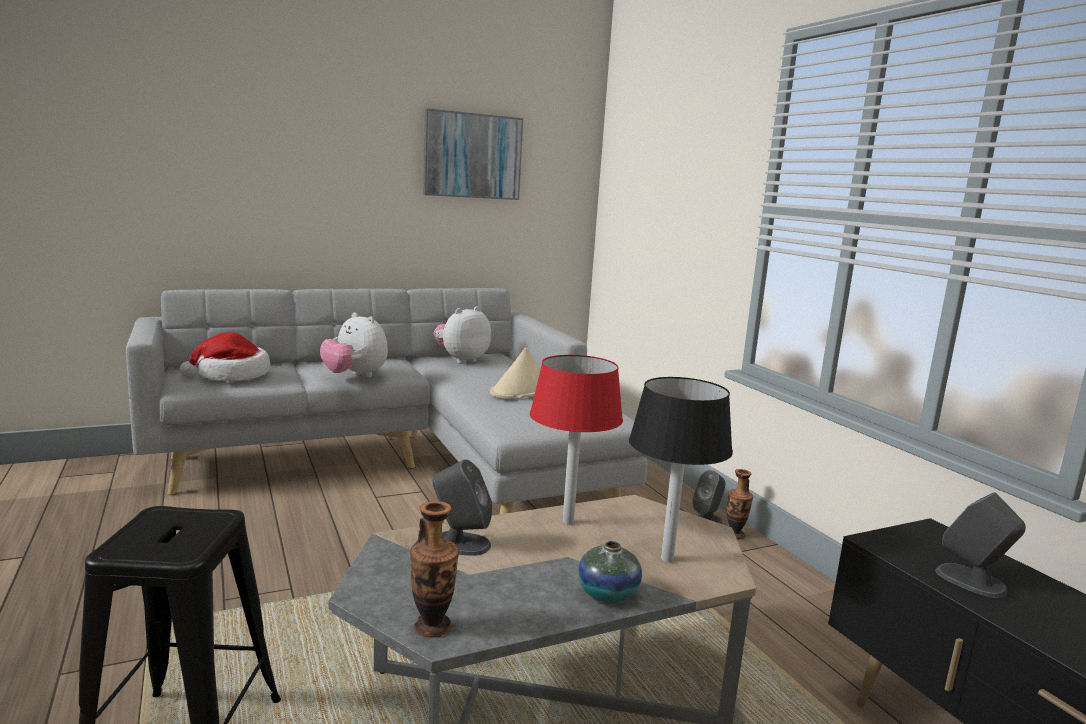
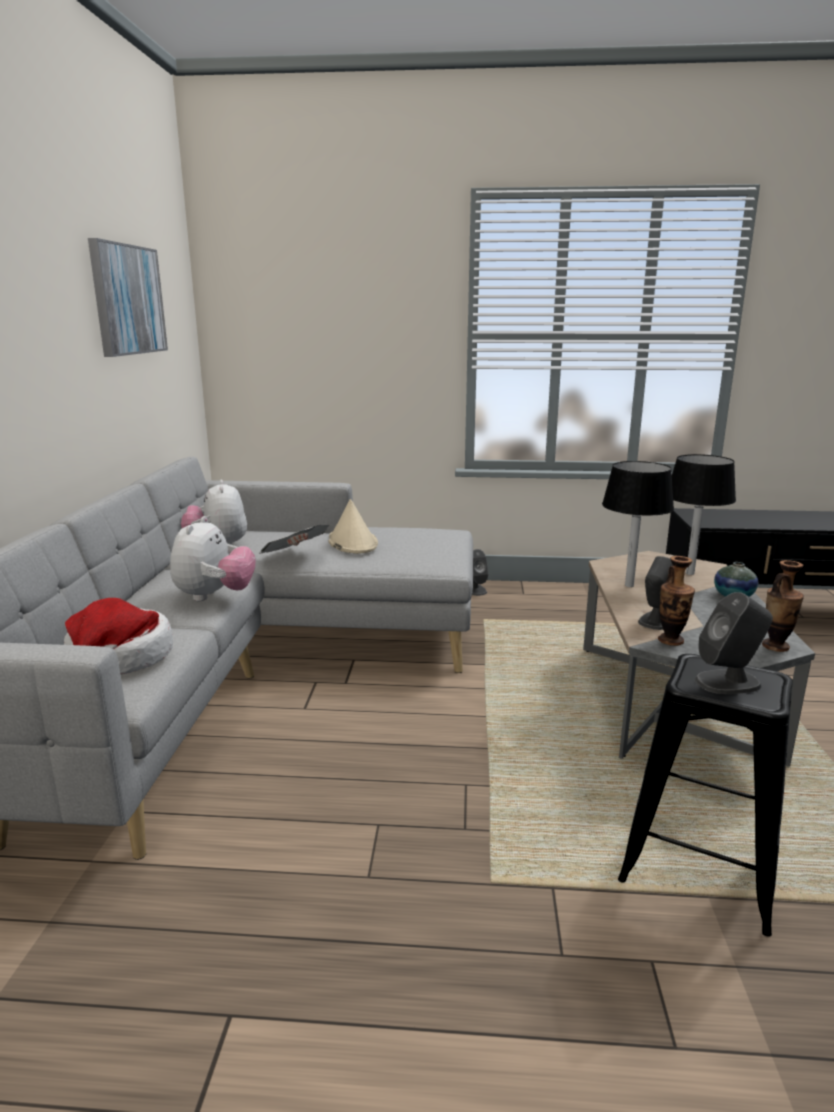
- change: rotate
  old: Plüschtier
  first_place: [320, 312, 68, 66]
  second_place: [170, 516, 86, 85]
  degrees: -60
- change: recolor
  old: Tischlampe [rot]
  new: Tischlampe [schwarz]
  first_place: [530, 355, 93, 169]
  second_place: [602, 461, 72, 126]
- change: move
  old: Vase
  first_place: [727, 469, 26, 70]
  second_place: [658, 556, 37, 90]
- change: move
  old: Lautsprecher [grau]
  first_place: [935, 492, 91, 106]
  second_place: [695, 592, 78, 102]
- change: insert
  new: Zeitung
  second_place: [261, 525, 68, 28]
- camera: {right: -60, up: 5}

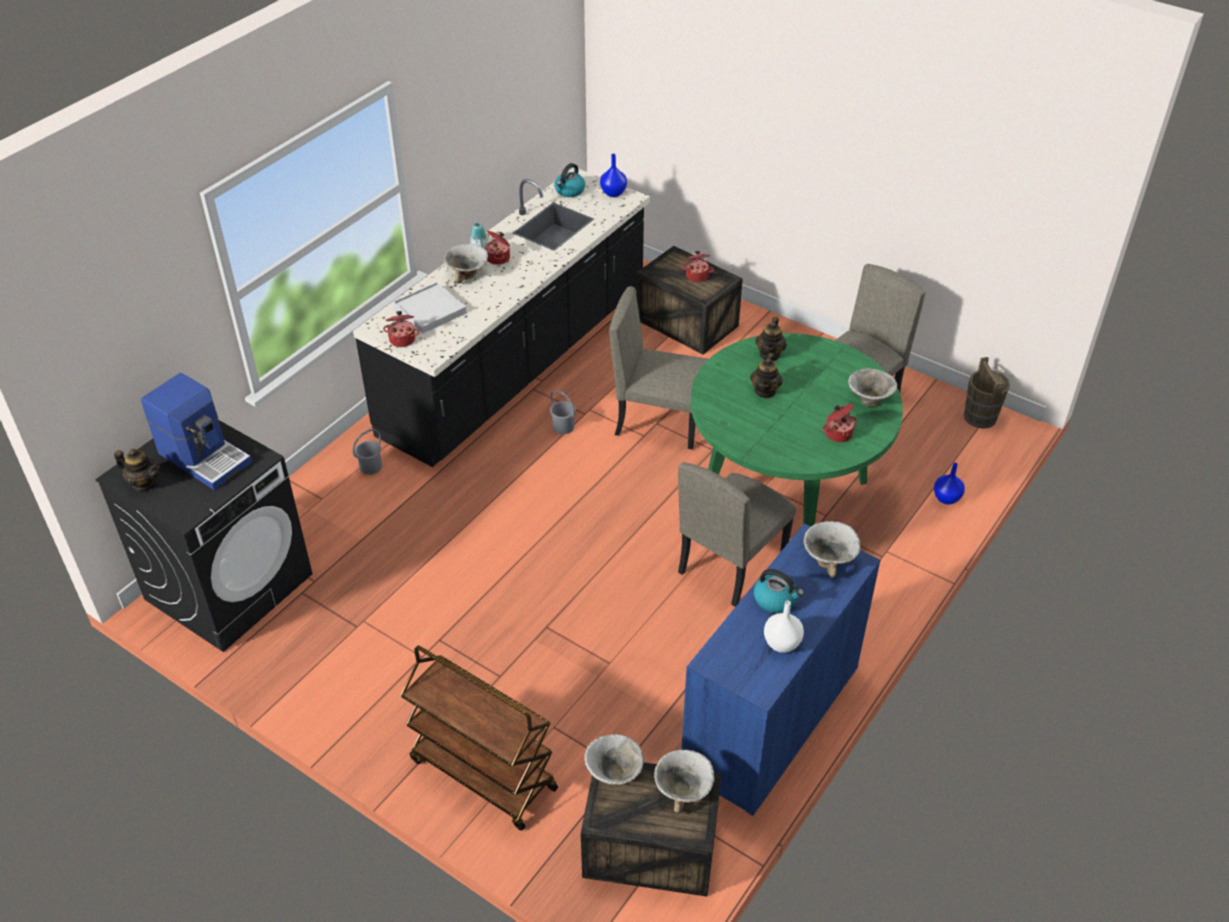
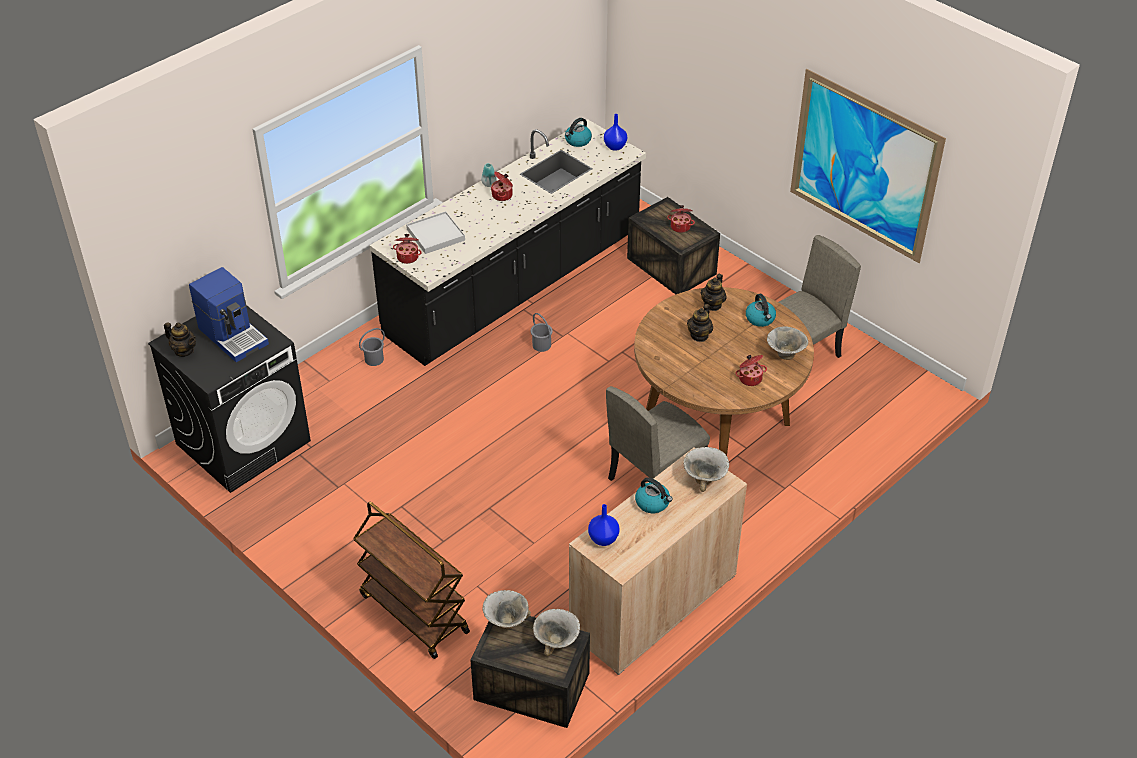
- change: delete
  old: Schüssel
  first_place: [444, 244, 44, 39]
- change: delete
  old: Stuhl [beige]
  first_place: [609, 286, 99, 163]
- change: recolor
  old: Schrank [blau]
  new: Schrank [beige]
  first_place: [682, 523, 199, 293]
  second_place: [569, 447, 178, 228]
- change: recolor
  old: Esstisch [grün]
  new: Esstisch [braun]
  first_place: [691, 333, 212, 193]
  second_place: [634, 287, 180, 169]
- change: delete
  old: Vase [weiß]
  first_place: [764, 601, 40, 52]
- change: move
  old: Vase [blau]
  first_place: [934, 463, 31, 41]
  second_place: [588, 504, 32, 42]
- change: delete
  old: Eimer [braun]
  first_place: [963, 357, 47, 72]
- change: insert
  new: Wasserkessel
  second_place: [746, 294, 30, 33]
- change: insert
  new: Bild
  second_place: [790, 69, 156, 194]
- camera: {right: 10, up: 0}

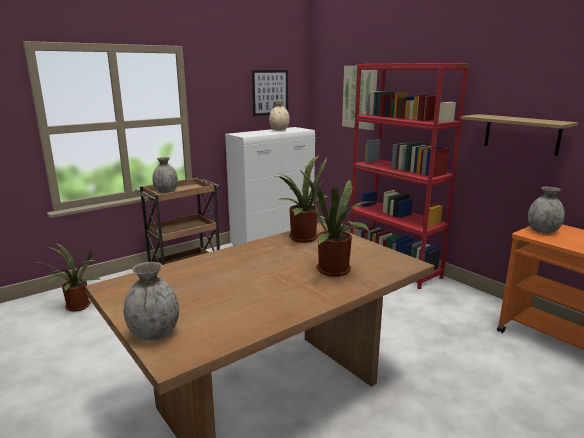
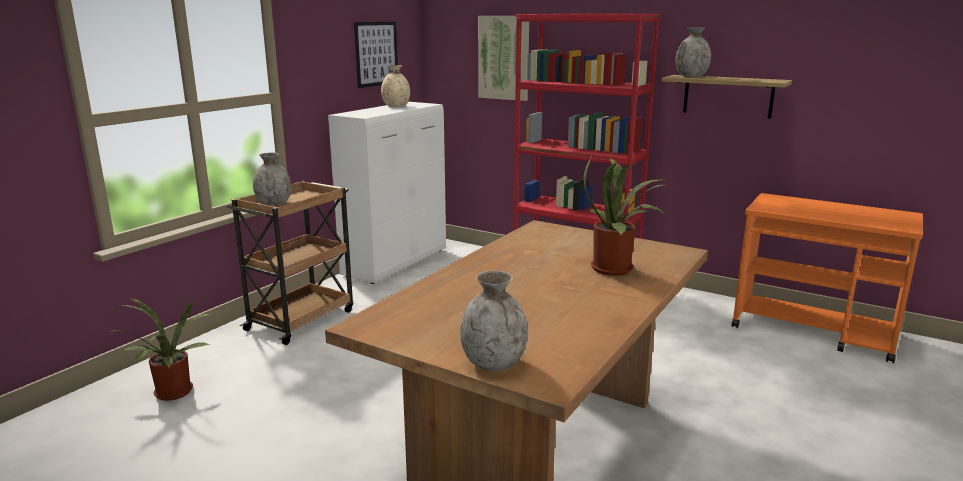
- change: delete
  old: Topfpflanze
  first_place: [273, 155, 56, 88]
- change: move
  old: Vase [grau]
  first_place: [528, 187, 37, 47]
  second_place: [675, 27, 36, 50]
- camera: {right: -20, up: 0}

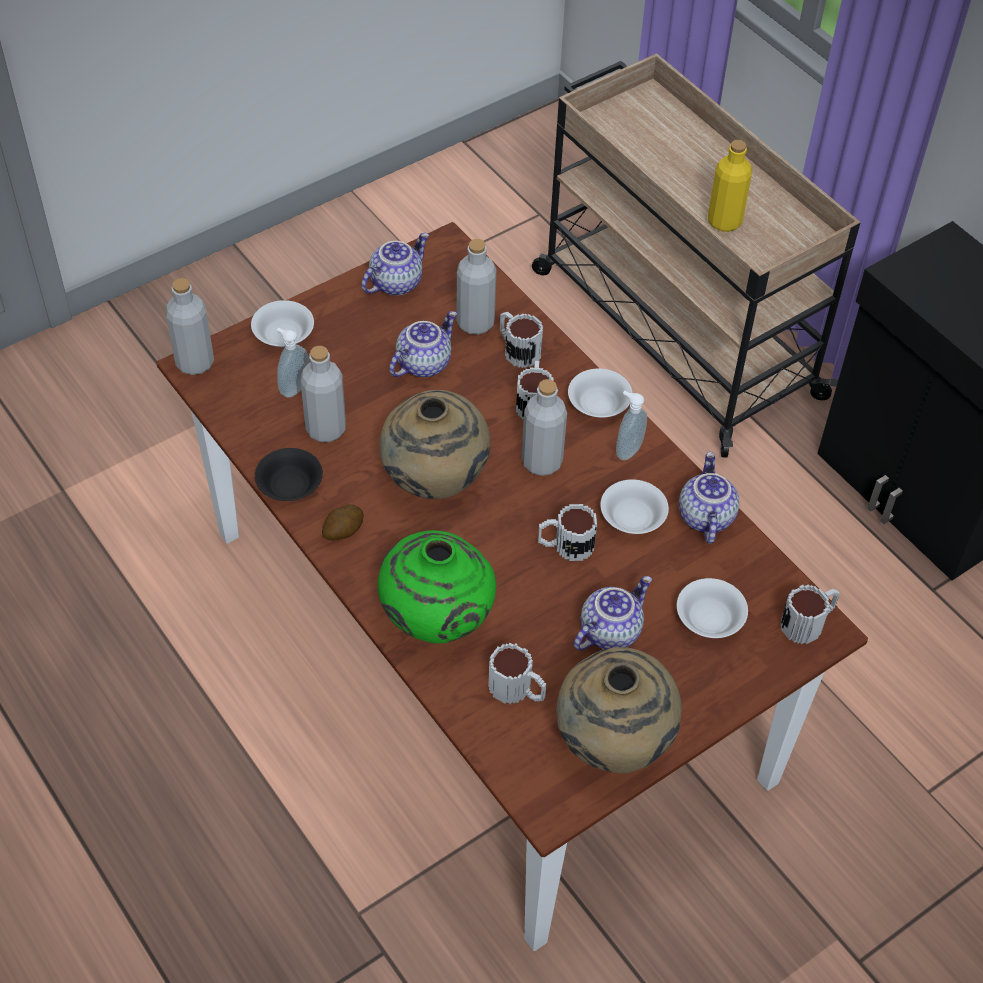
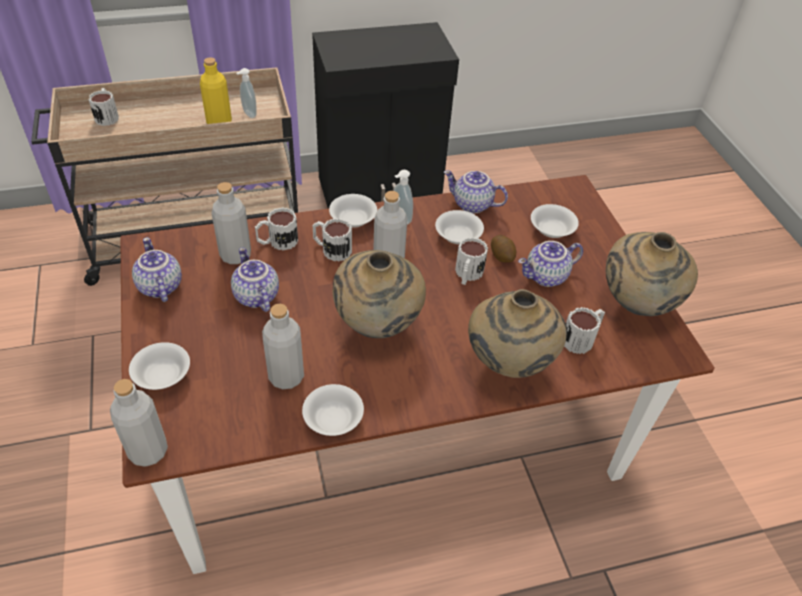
- change: recolor
  old: Schüssel [schwarz]
  new: Schüssel [weiß]
  first_place: [255, 448, 68, 53]
  second_place: [302, 384, 62, 52]
- change: move
  old: Seifenspender
  first_place: [277, 328, 32, 70]
  second_place: [236, 68, 20, 50]
- change: move
  old: Kartoffel
  first_place: [322, 504, 42, 36]
  second_place: [491, 235, 26, 28]
- change: recolor
  old: Vase [grün]
  new: Vase [beige]
  first_place: [378, 530, 118, 113]
  second_place: [468, 289, 99, 89]
- change: rotate
  old: Teekanne
  first_place: [574, 576, 78, 75]
  second_place: [518, 241, 65, 46]
  degrees: -90
- change: move
  old: Henkelbecher
  first_place: [780, 584, 60, 60]
  second_place: [88, 88, 31, 38]
- camera: {right: -70, up: -5}

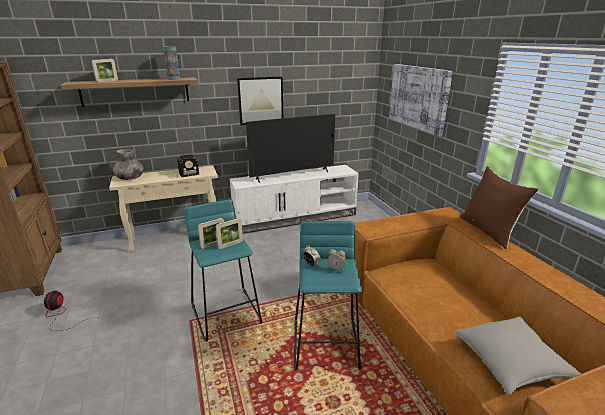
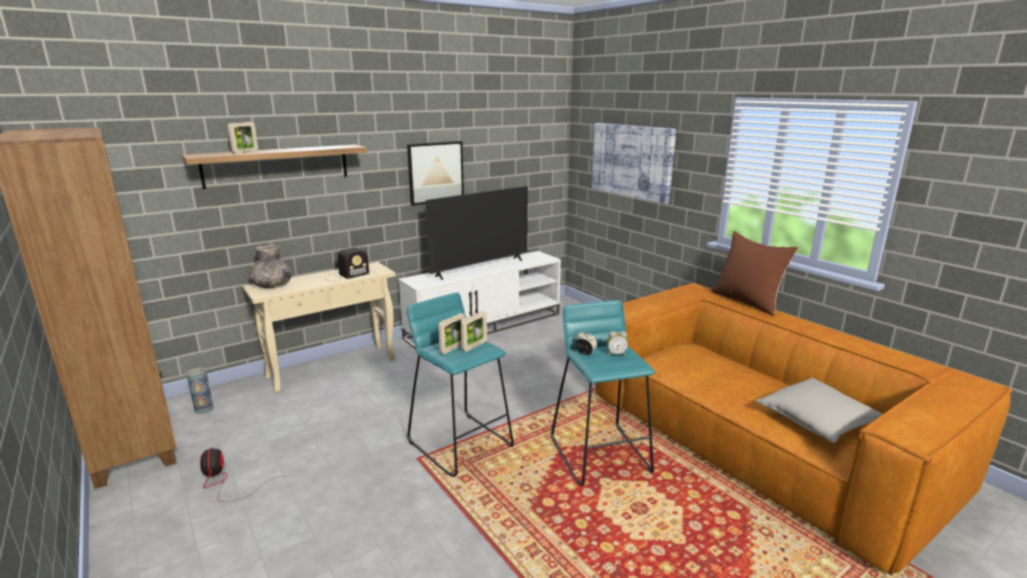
- change: move
  old: Vase
  first_place: [163, 47, 17, 33]
  second_place: [186, 368, 28, 46]
- camera: {right: -15, up: -5}

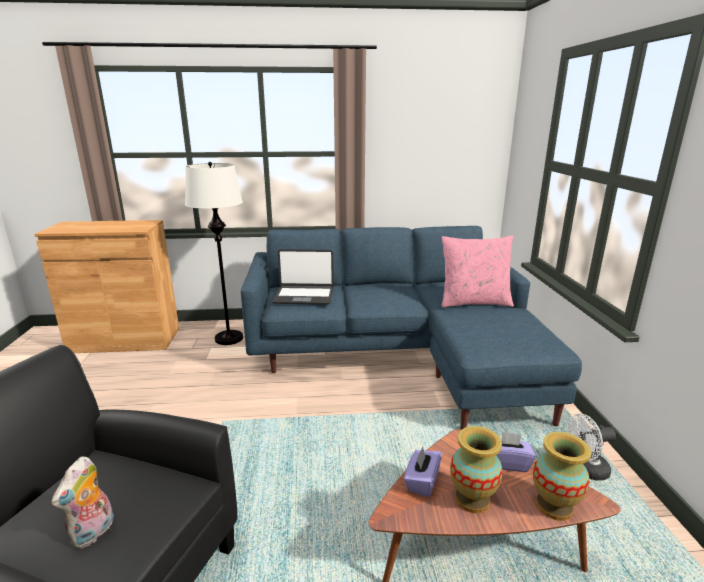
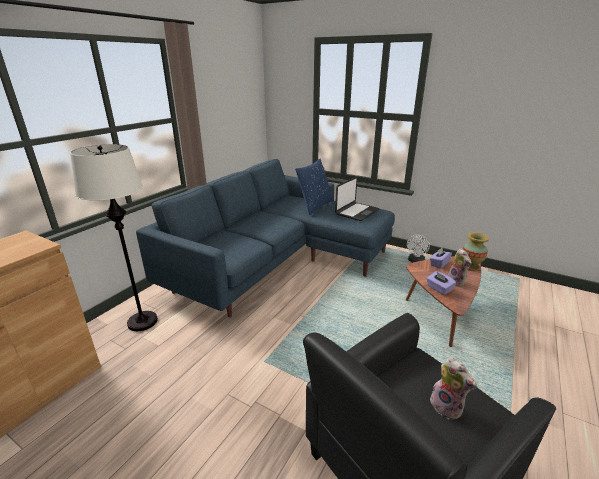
- change: move
  old: Laptop
  first_place: [272, 249, 62, 56]
  second_place: [335, 177, 45, 44]
- change: recolor
  old: Kissen [rosa]
  new: Kissen [blau]
  first_place: [441, 235, 73, 72]
  second_place: [295, 159, 38, 56]
- change: replace
  old: Vase
  new: Plüschtier
  first_place: [450, 426, 53, 87]
  second_place: [448, 248, 24, 39]
- camera: {right: -55, up: 5}

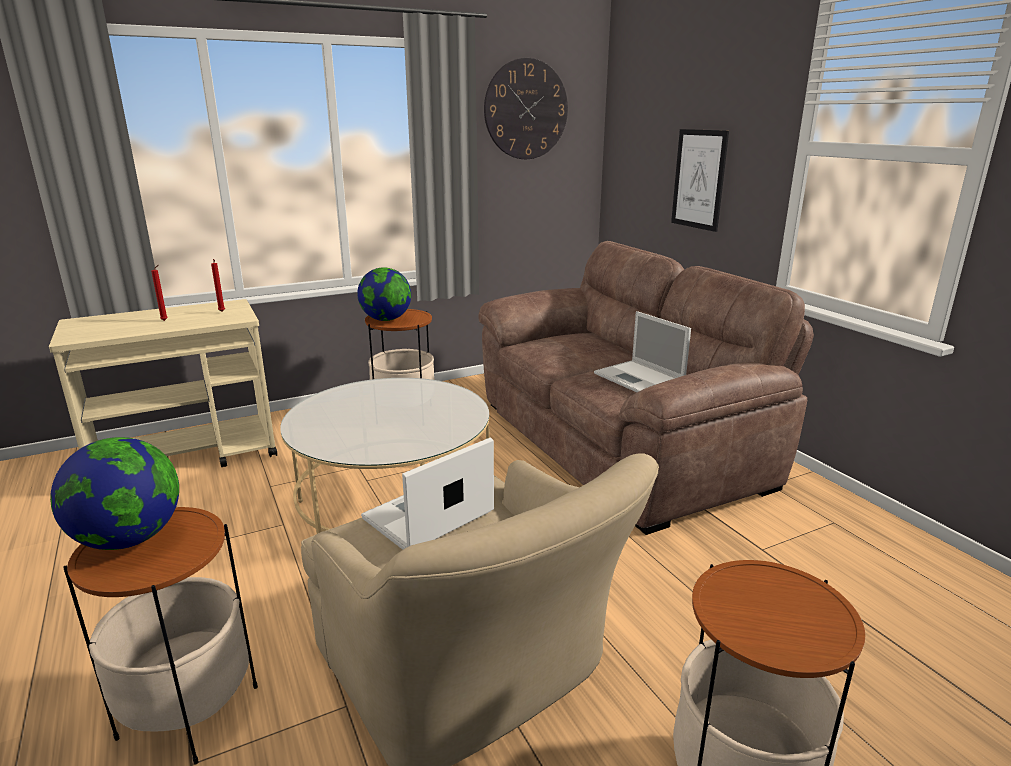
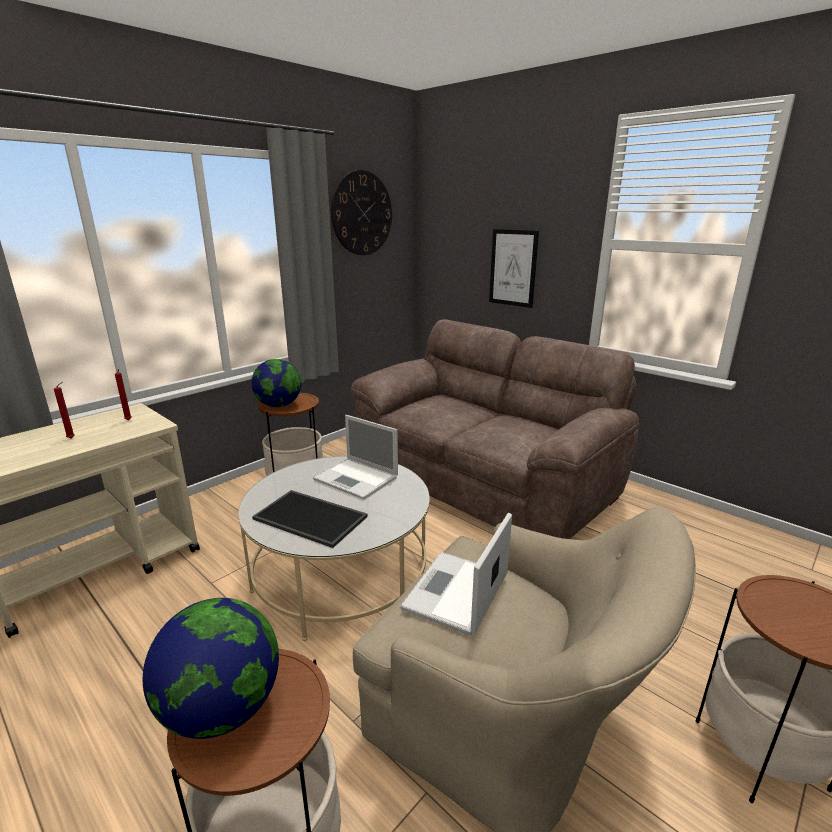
- change: move
  old: Laptop
  first_place: [594, 311, 97, 81]
  second_place: [313, 415, 85, 84]
- change: insert
  new: Tablett
  second_place: [252, 490, 116, 58]
- camera: {right: -20, up: 0}

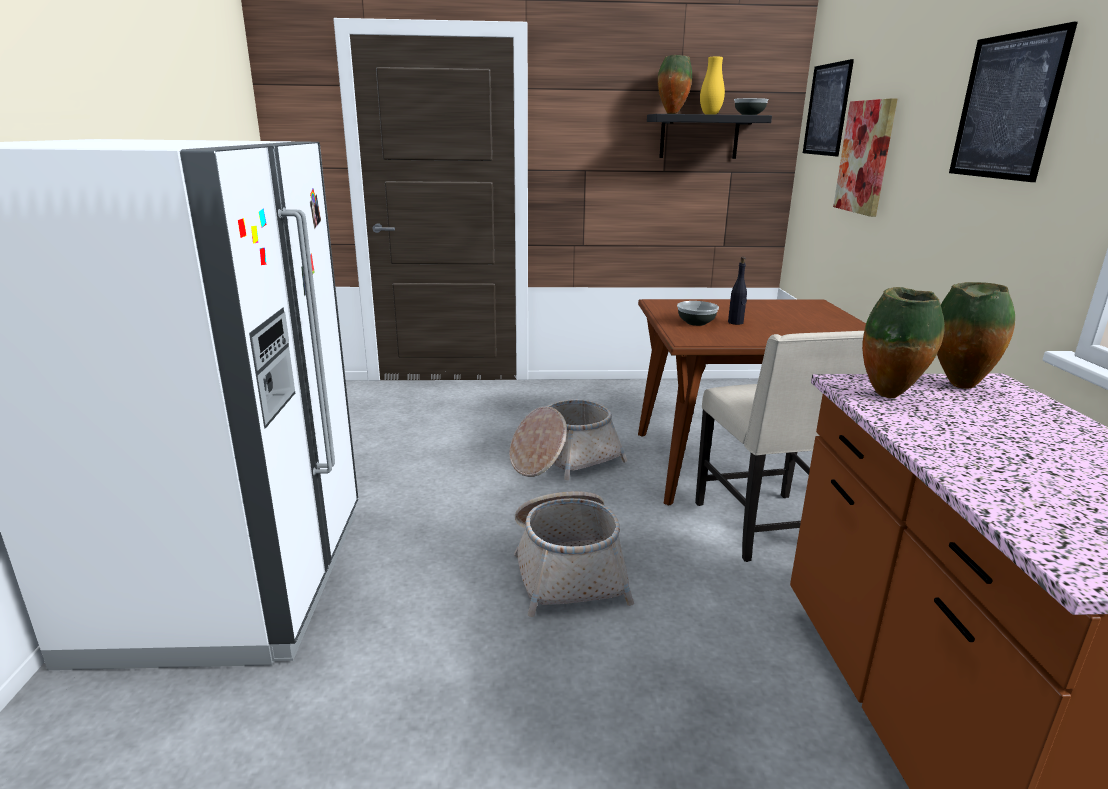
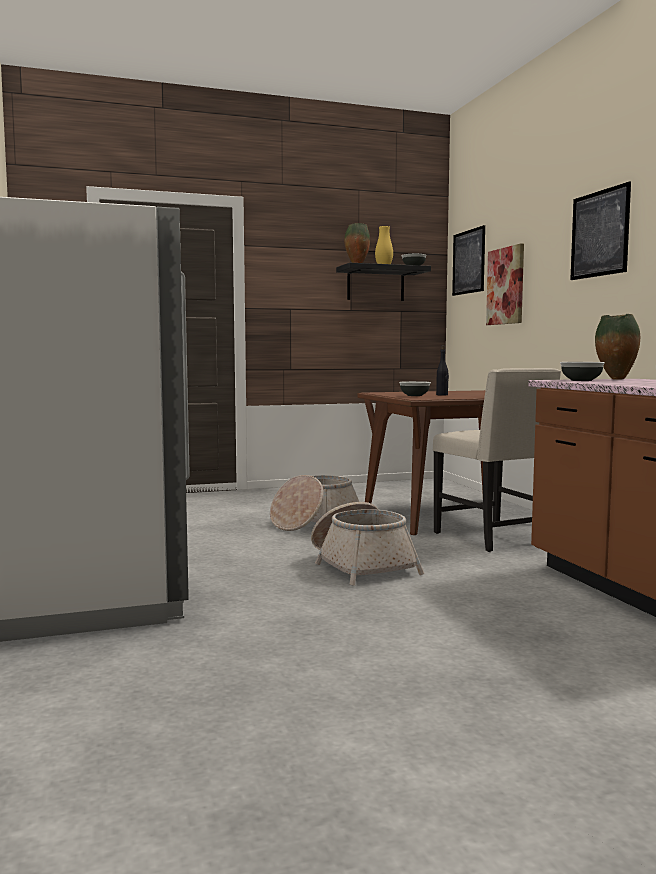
- change: replace
  old: Vase
  new: Schüssel
  first_place: [862, 287, 83, 111]
  second_place: [560, 362, 45, 19]
- camera: {right: -15, up: -15}

